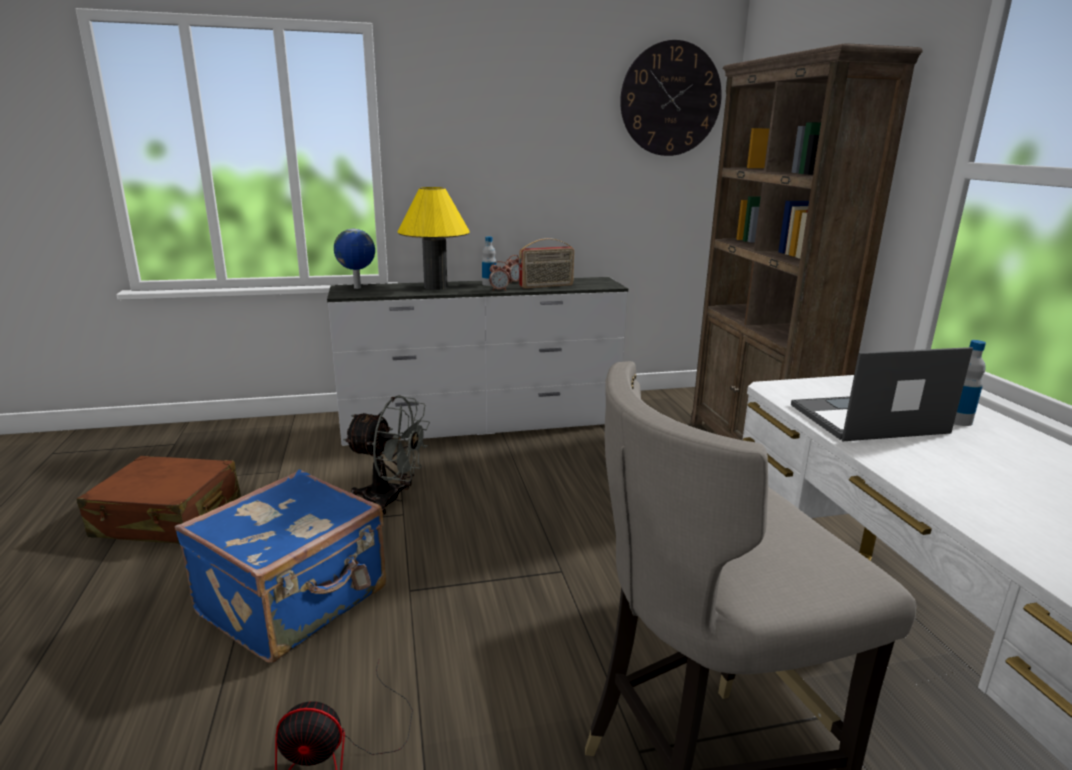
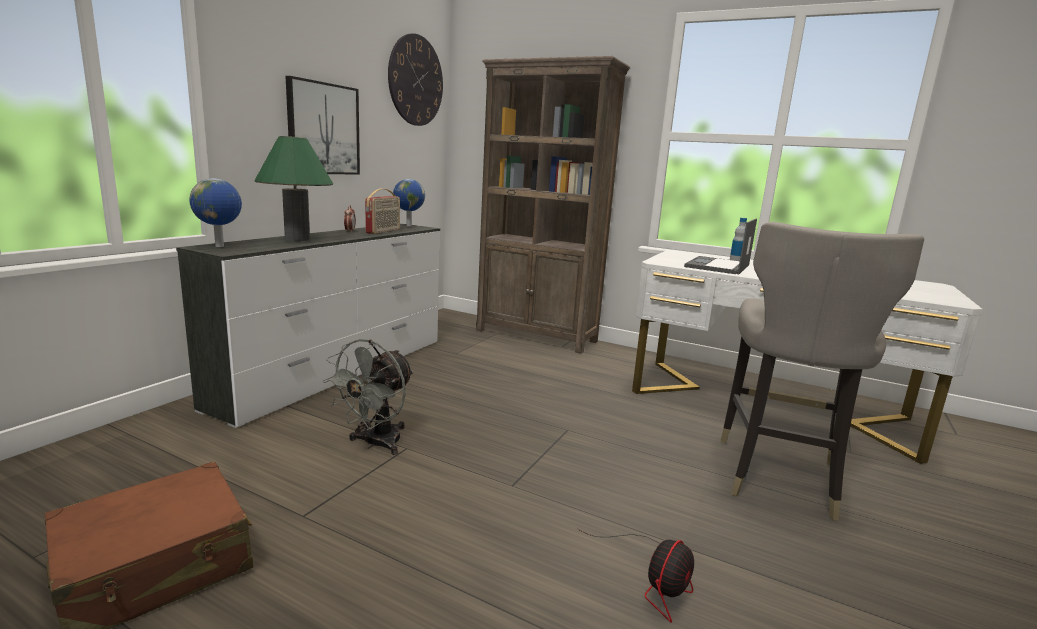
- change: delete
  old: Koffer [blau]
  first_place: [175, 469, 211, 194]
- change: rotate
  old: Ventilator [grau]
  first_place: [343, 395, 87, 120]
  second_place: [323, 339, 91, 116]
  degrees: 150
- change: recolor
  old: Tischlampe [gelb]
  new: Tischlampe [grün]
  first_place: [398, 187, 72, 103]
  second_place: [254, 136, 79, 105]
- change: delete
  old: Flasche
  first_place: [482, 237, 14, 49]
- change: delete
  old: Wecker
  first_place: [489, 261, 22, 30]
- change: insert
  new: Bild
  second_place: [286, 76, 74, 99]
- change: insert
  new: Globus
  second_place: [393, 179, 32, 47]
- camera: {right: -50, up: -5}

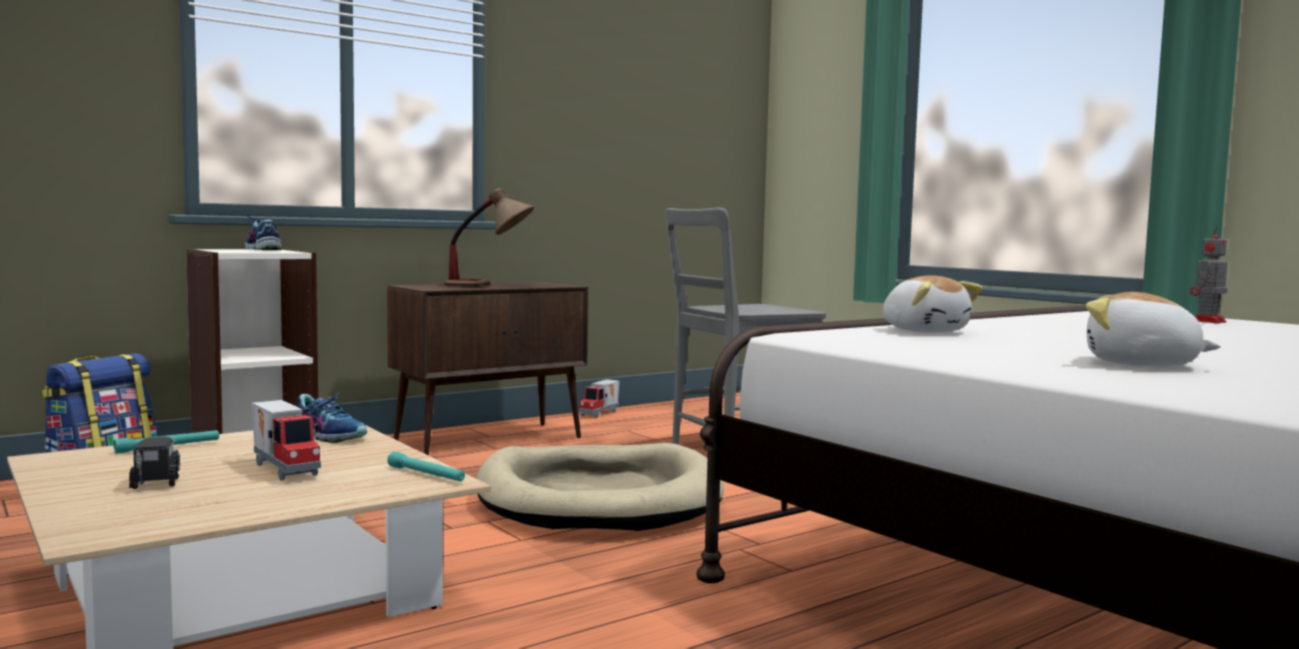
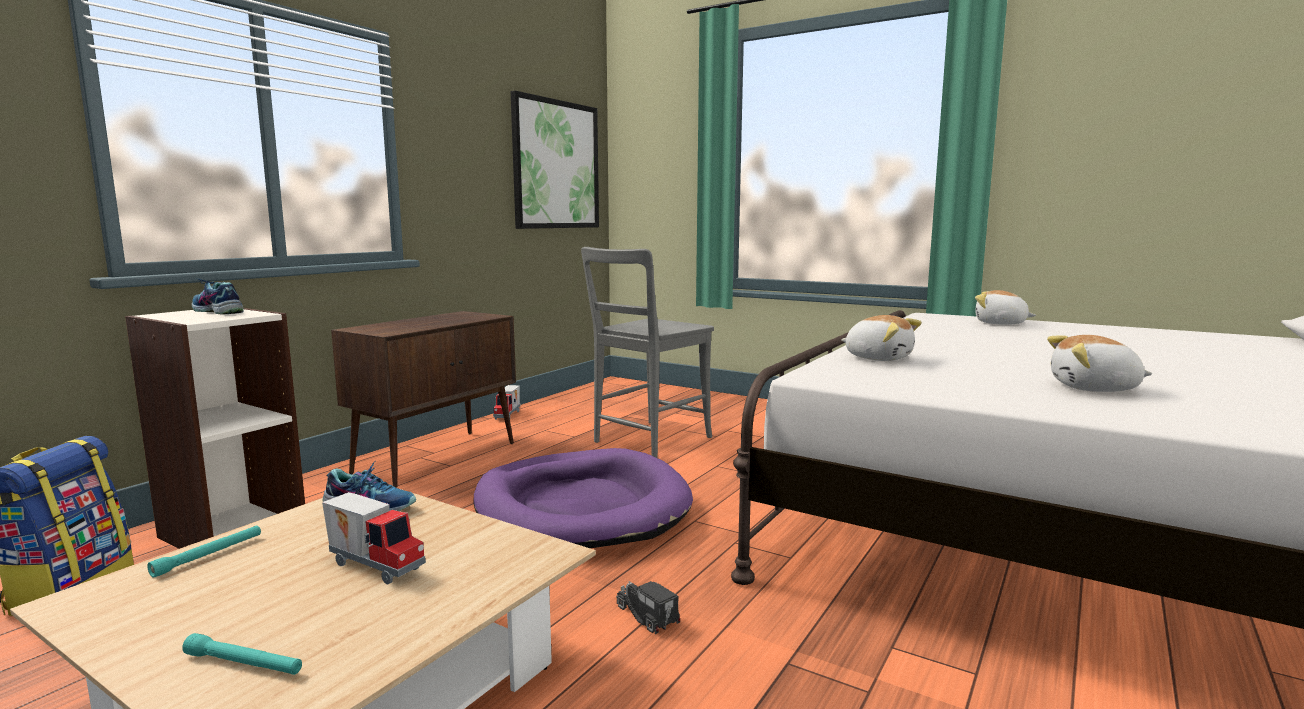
- change: move
  old: Spielzeuglaster
  first_place: [129, 437, 51, 52]
  second_place: [617, 581, 63, 53]
- change: move
  old: Taschenlampe [türkis]
  first_place: [387, 452, 78, 30]
  second_place: [182, 633, 120, 42]
- change: delete
  old: Tischlampe
  first_place: [444, 188, 90, 99]
- change: recolor
  old: Hundebett [beige]
  new: Hundebett [lila]
  first_place: [476, 443, 248, 88]
  second_place: [473, 448, 220, 100]
- change: replace
  old: Spielzeugroboter
  new: Plüschtier
  first_place: [1190, 227, 38, 96]
  second_place: [975, 290, 61, 35]
- change: insert
  new: Bild
  second_place: [511, 91, 88, 138]
- camera: {right: -20, up: 5}

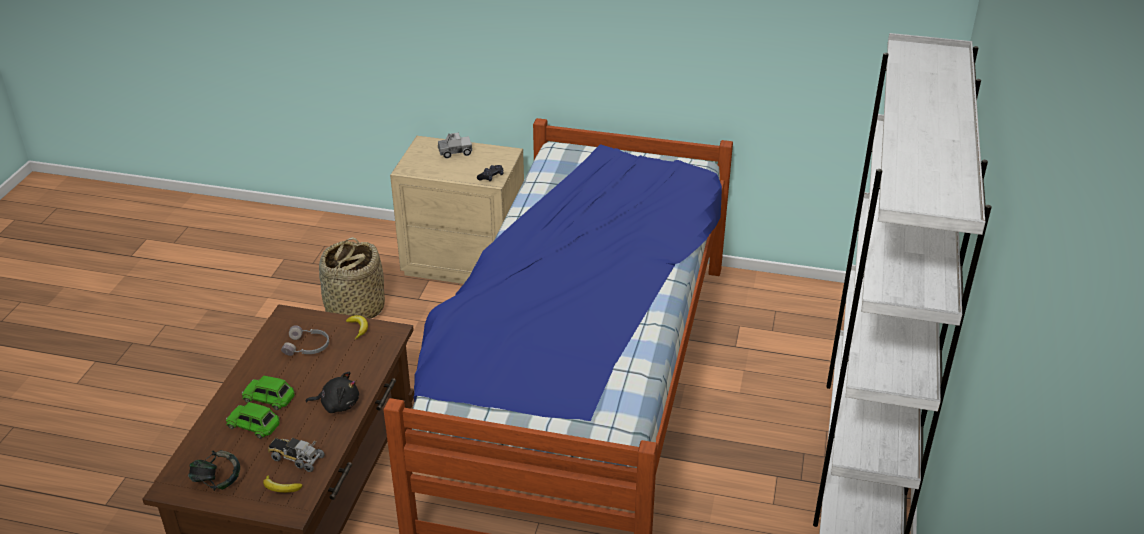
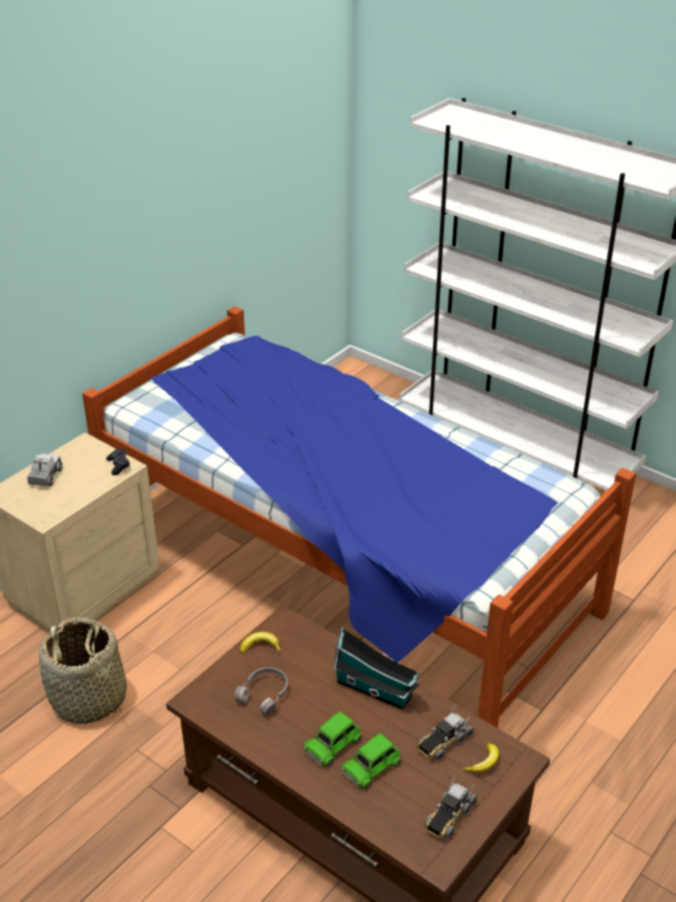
- change: replace
  old: Kopfhörer
  new: Spielzeuglaster
  first_place: [188, 450, 52, 41]
  second_place: [425, 776, 52, 63]
- change: replace
  old: Plüschtier [schwarz]
  new: Spielzeughaus
  first_place: [306, 372, 53, 41]
  second_place: [333, 628, 87, 82]
- camera: {right: -65, up: 0}

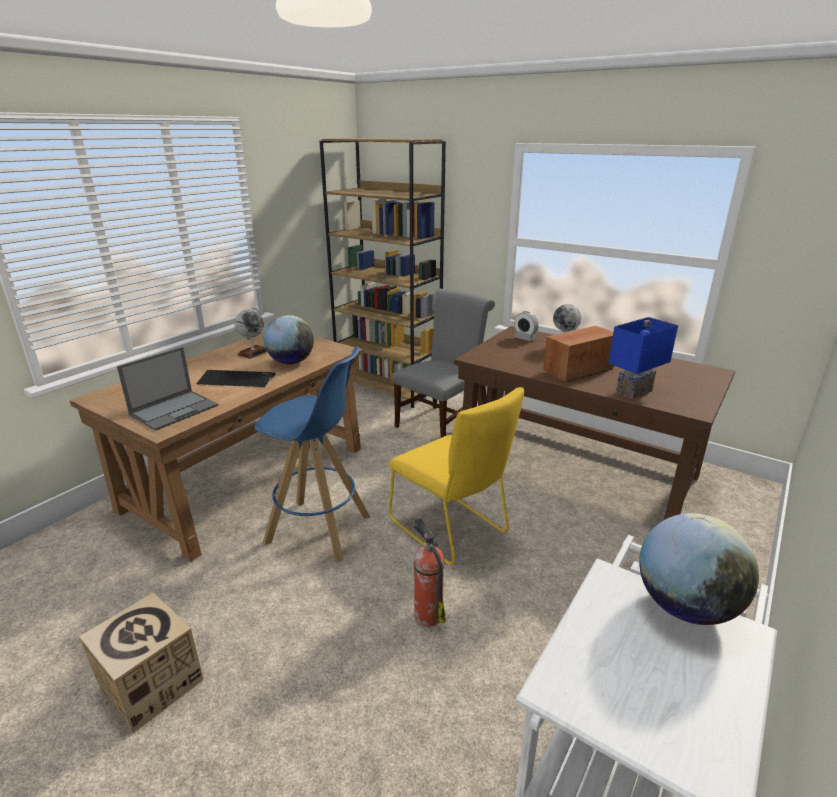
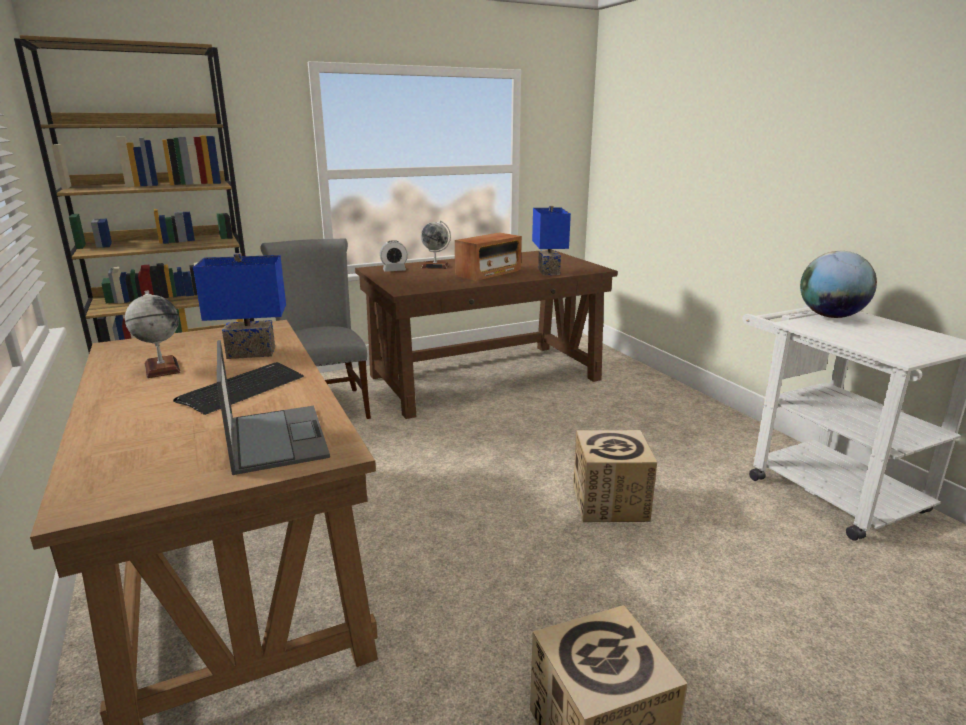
- change: delete
  old: Hocker [blau]
  first_place: [254, 347, 116, 215]
- change: replace
  old: Globus
  new: Tischlampe [blau]
  first_place: [264, 315, 50, 49]
  second_place: [193, 253, 93, 106]
- change: delete
  old: Stuhl [gelb]
  first_place: [389, 387, 135, 178]
- change: replace
  old: Feuerlöscher
  new: Karton
  first_place: [414, 518, 32, 108]
  second_place: [573, 430, 84, 92]
- change: rotate
  old: Radio
  first_place: [543, 326, 71, 55]
  second_place: [455, 233, 67, 48]
  degrees: -135
- camera: {right: -60, up: -5}

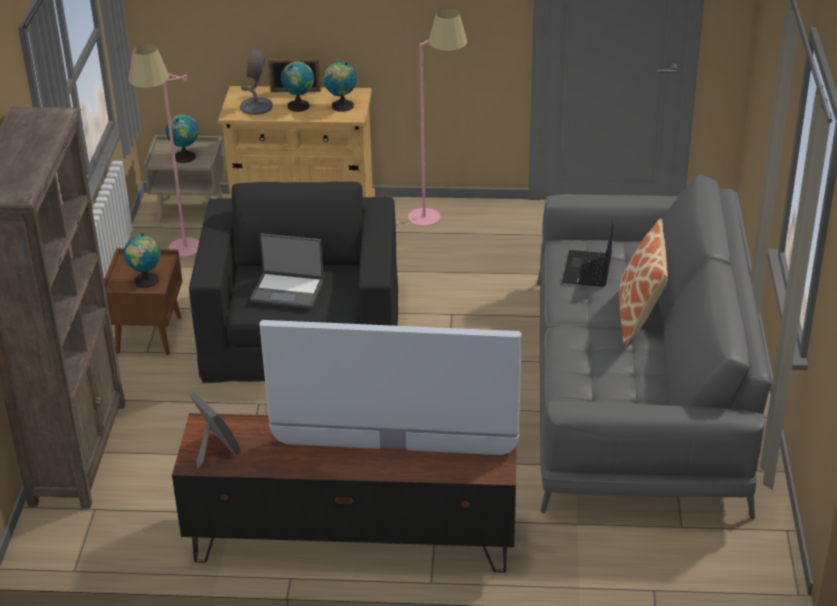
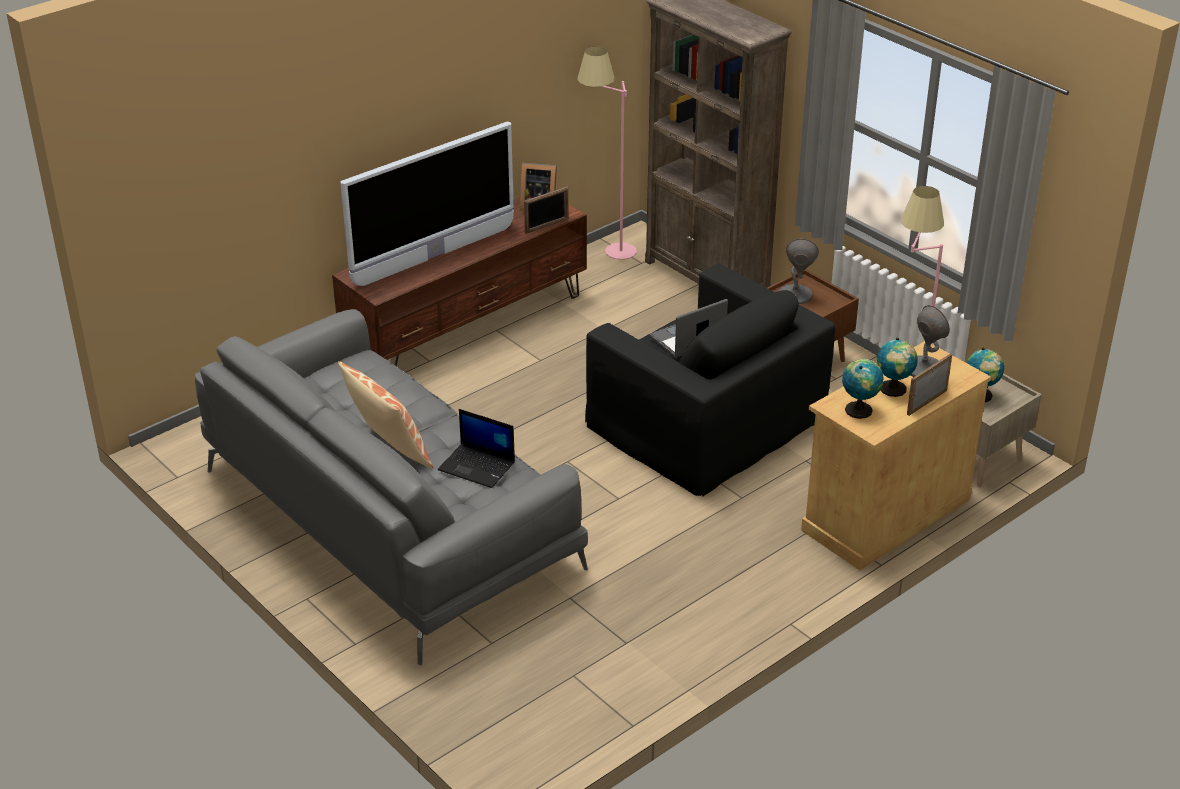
- change: replace
  old: Globus
  new: Tischlampe [grau]
  first_place: [124, 233, 37, 55]
  second_place: [779, 238, 40, 66]
- change: move
  old: Stehlampe [rosa]
  first_place: [408, 8, 59, 218]
  second_place: [577, 47, 60, 213]
- change: rotate
  old: Laptop
  first_place: [562, 219, 51, 68]
  second_place: [438, 409, 77, 79]
  degrees: 150
- change: insert
  new: Bilderrahmen
  second_place: [524, 187, 44, 47]
- camera: {right: 135, up: 0}

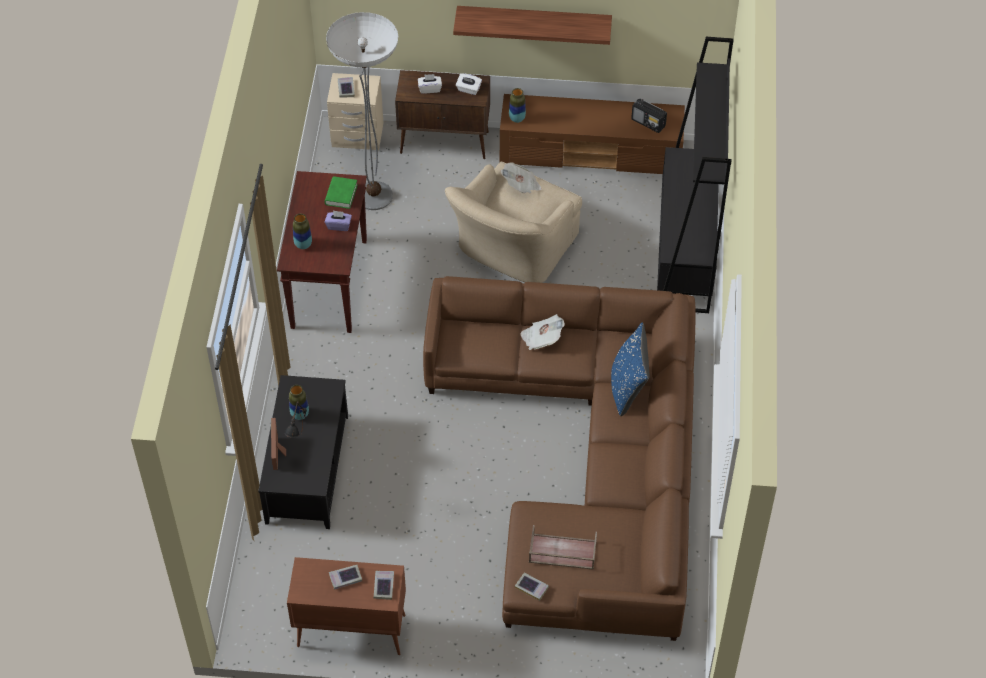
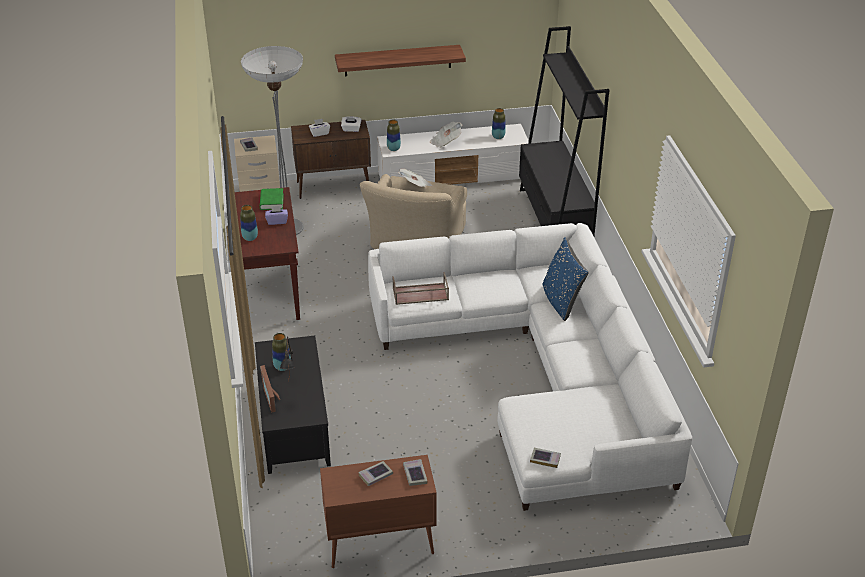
- change: recolor
  old: Sofa [braun]
  new: Sofa [weiß]
  first_place: [423, 276, 273, 365]
  second_place: [368, 223, 325, 288]
- change: recolor
  old: Fernsehschrank [braun]
  new: Fernsehschrank [weiß]
  first_place: [500, 94, 185, 80]
  second_place: [377, 124, 152, 61]
- change: move
  old: Zeitung
  first_place: [520, 314, 45, 36]
  second_place: [430, 122, 32, 26]
- change: move
  old: Tablett [braun]
  first_place: [529, 525, 68, 45]
  second_place: [393, 272, 56, 33]
- change: replace
  old: Radio
  new: Vase
  first_place: [631, 99, 36, 34]
  second_place: [492, 108, 14, 31]
- camera: {right: -15, up: -15}

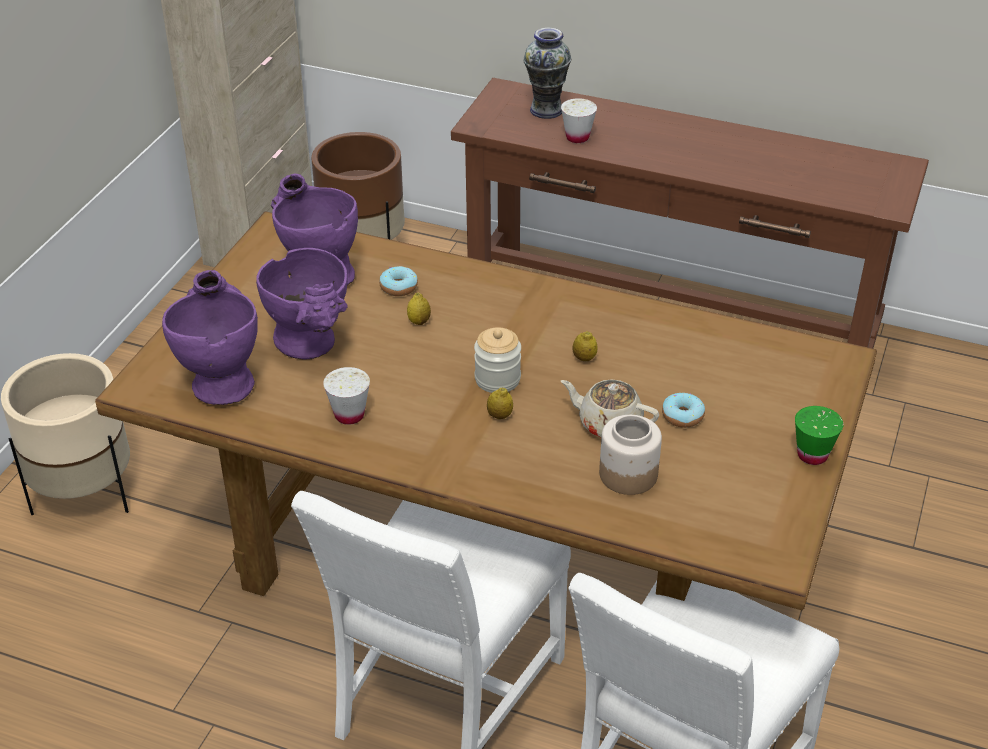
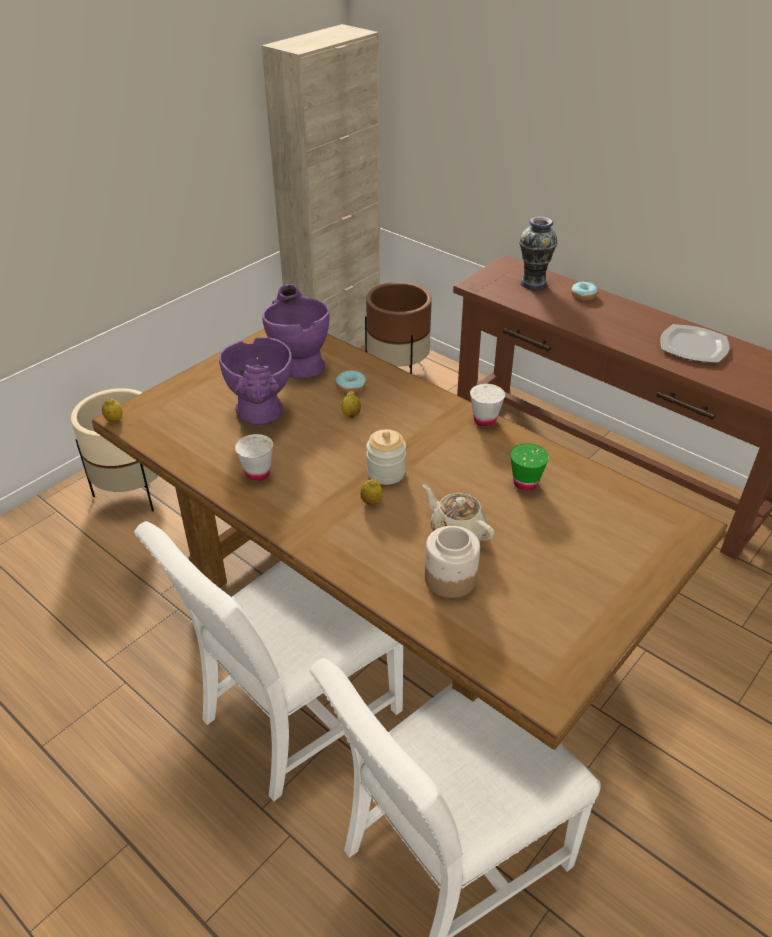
- change: delete
  old: Vase [lila]
  first_place: [162, 270, 96, 135]
- change: move
  old: Tasse [weiß]
  first_place: [561, 98, 36, 45]
  second_place: [470, 384, 35, 43]
- change: move
  old: Zitrone
  first_place: [572, 331, 26, 30]
  second_place: [102, 398, 21, 24]
- change: move
  old: Donut
  first_place: [662, 393, 43, 35]
  second_place: [571, 282, 27, 18]
- change: move
  old: Tasse [grün]
  first_place: [795, 406, 48, 59]
  second_place: [510, 443, 39, 48]
- change: insert
  new: Teller
  second_place: [660, 324, 69, 39]
- camera: {right: 20, up: 0}

